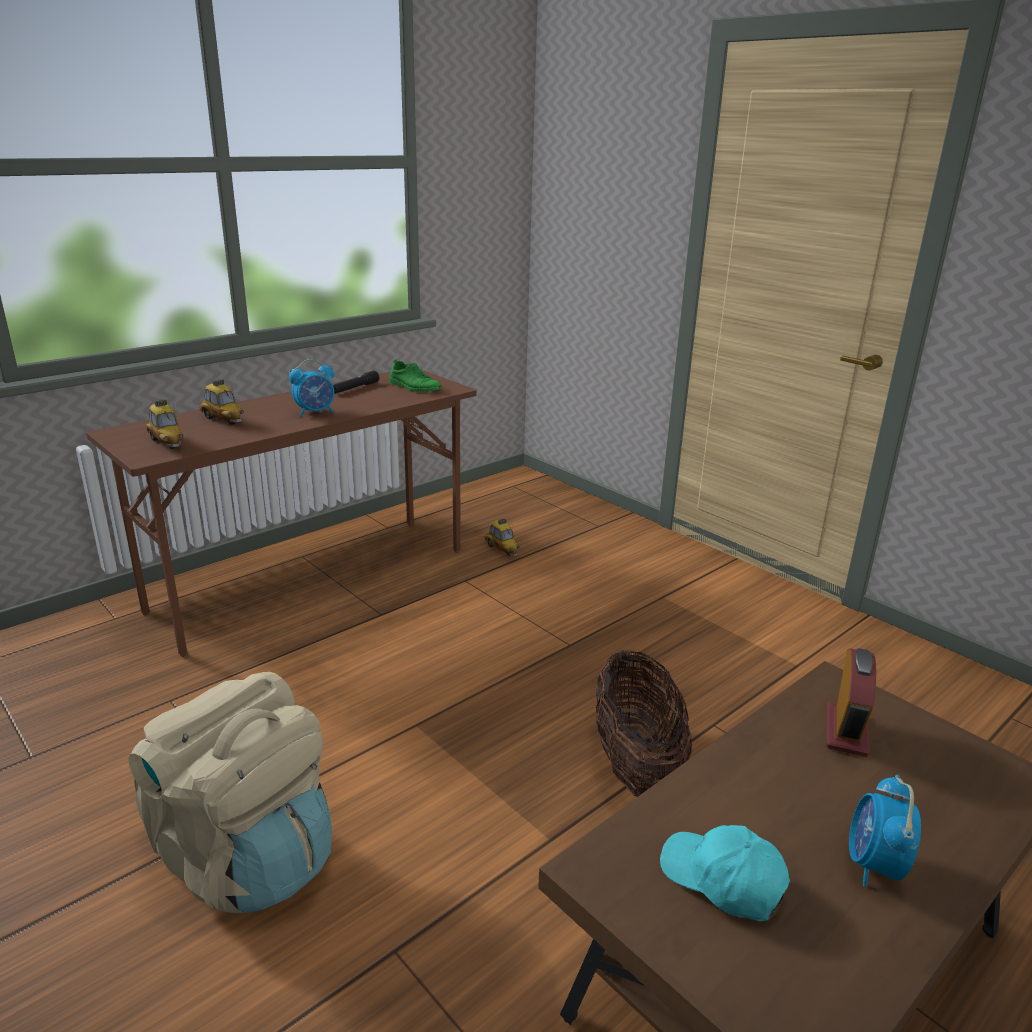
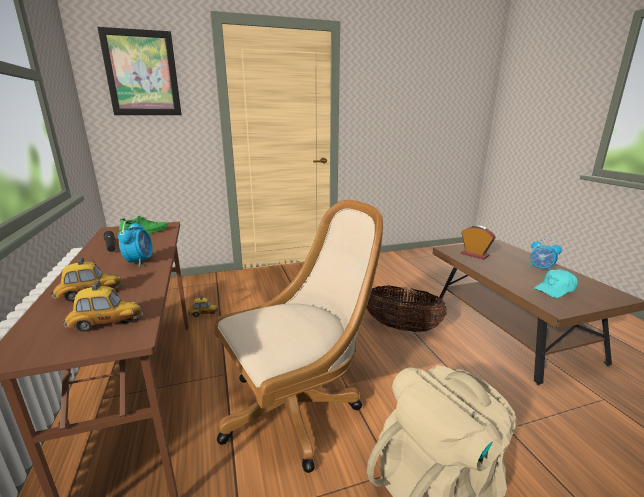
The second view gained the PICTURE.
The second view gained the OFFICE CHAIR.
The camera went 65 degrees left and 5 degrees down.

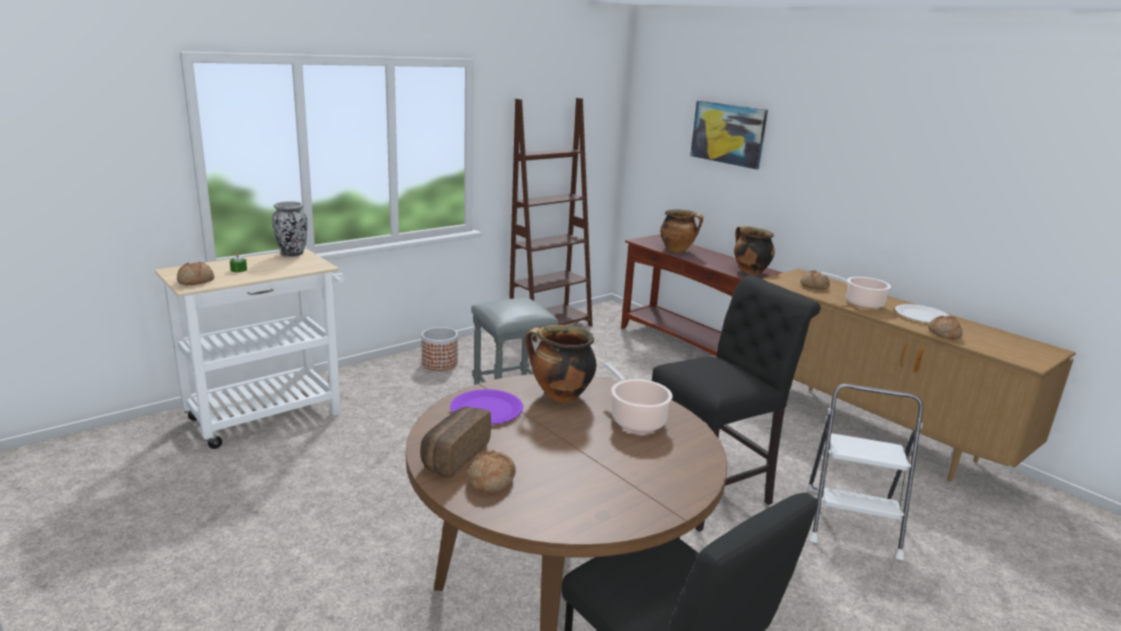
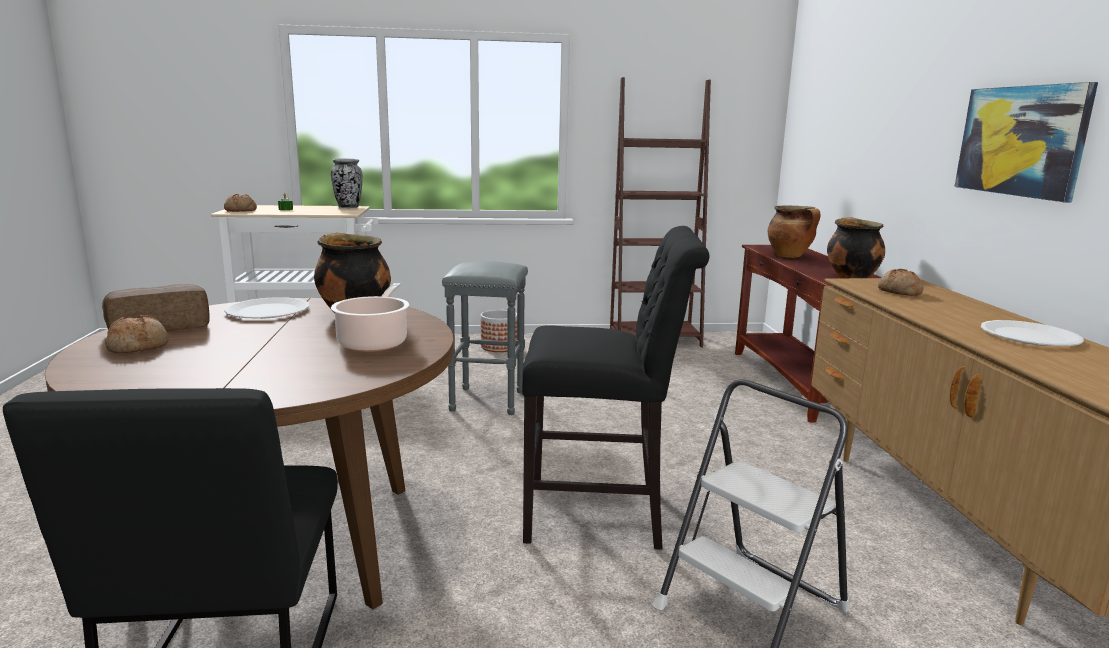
The second view lost the COOKING POT (5th from left).
The second view lost the BREAD (5th from left).
The PICTURE ended up elsewhere.
What was the PURPLE PLATE turned into the WHITE PLATE (1st from left).
The camera went 35 degrees right and 5 degrees down.

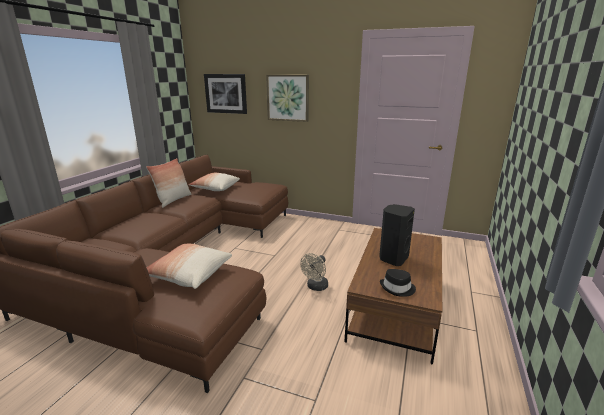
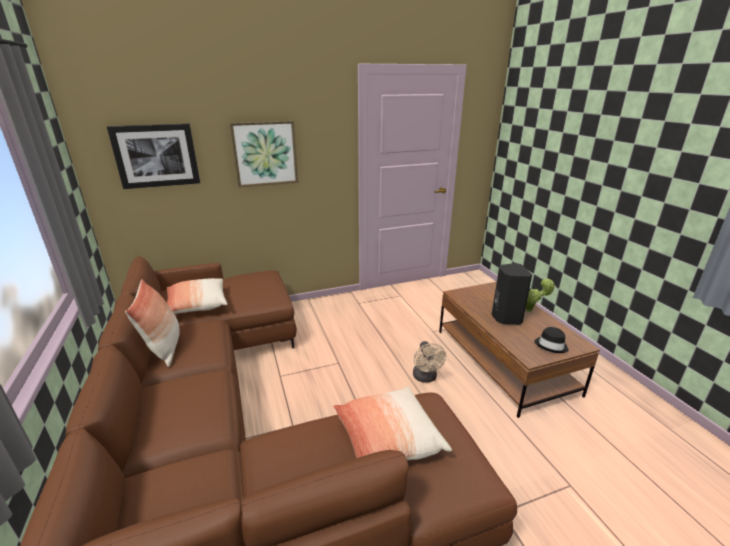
The second view gained the POTTED PLANT.
The camera went 40 degrees left and 5 degrees up.

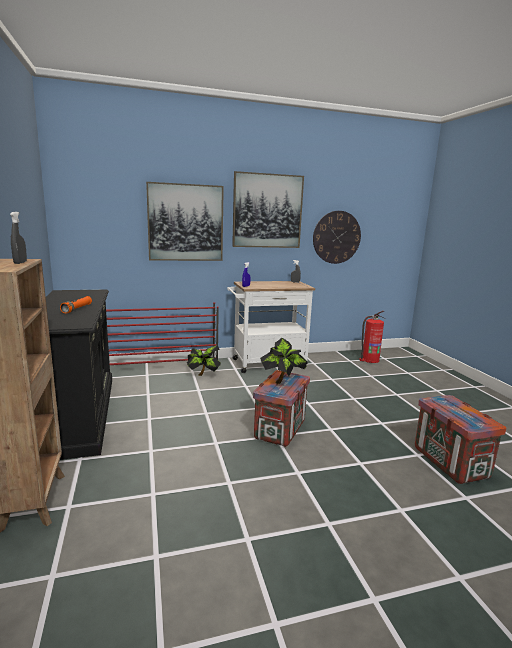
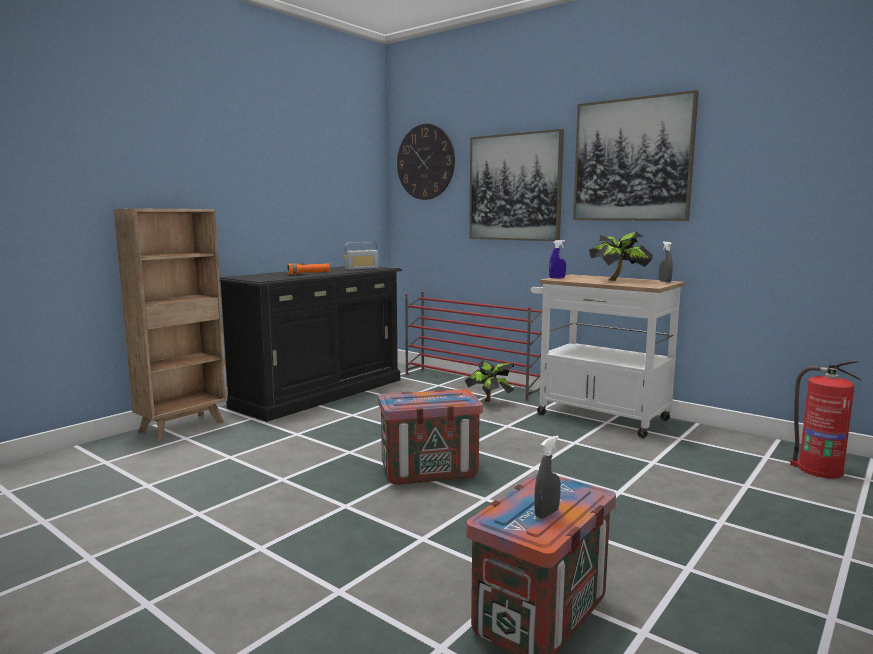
The second view gained the RADIO.
The GREY SPRAY BOTTLE (1st from left) ended up elsewhere.
The POTTED PLANT (2nd from left) ended up elsewhere.
The WALL CLOCK ended up elsewhere.
The camera went 55 degrees right and 5 degrees down.

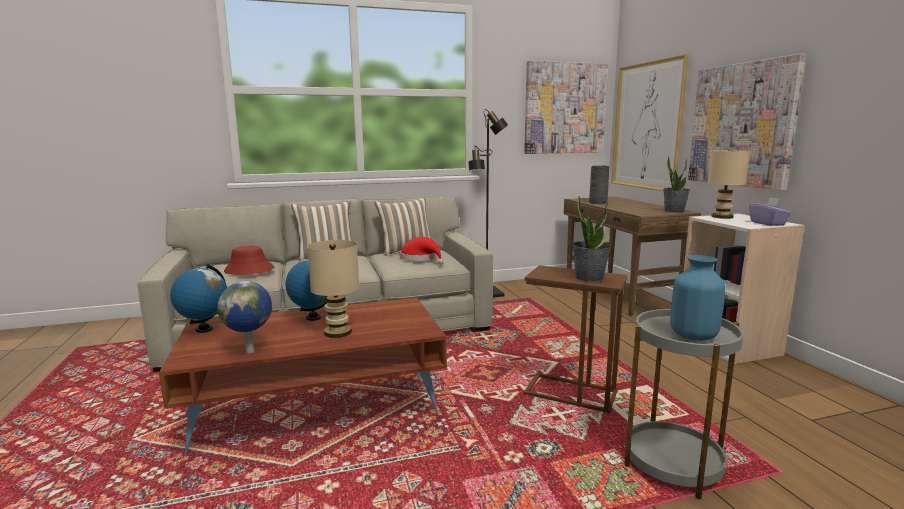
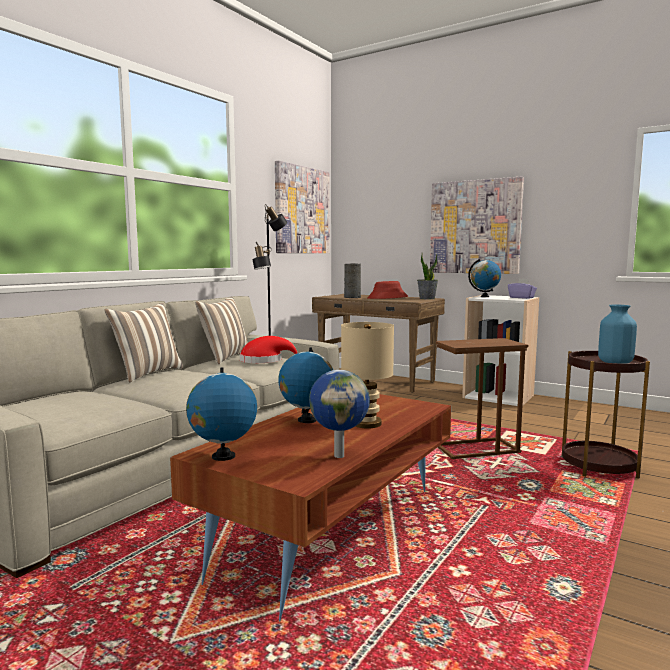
The second view lost the POTTED PLANT (1st from left).
The second view lost the PICTURE (2nd from left).
The RED HAT (1st from left in the first image) ended up elsewhere.
Where the BEIGE TABLE LAMP (2nd from left) stood, the GLOBE (4th from left) came to stand.
What was the GREY SIDE TABLE turned into the BROWN SIDE TABLE (2nd from left).
The camera went 40 degrees left and 5 degrees down.

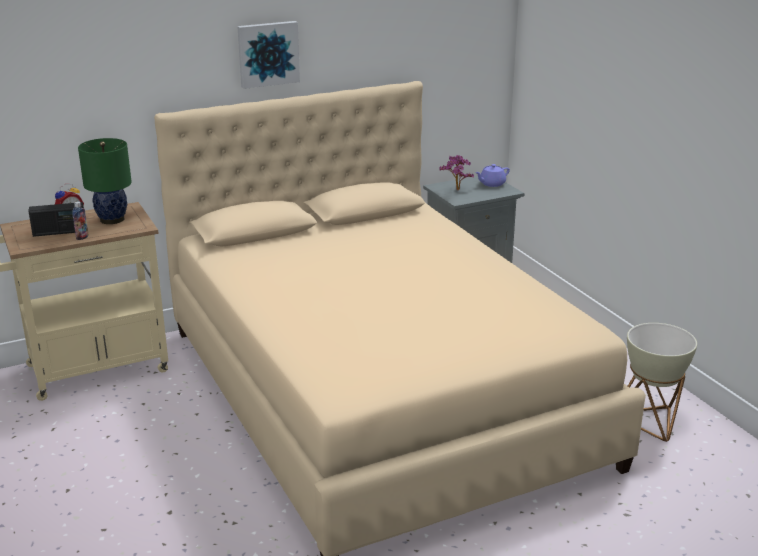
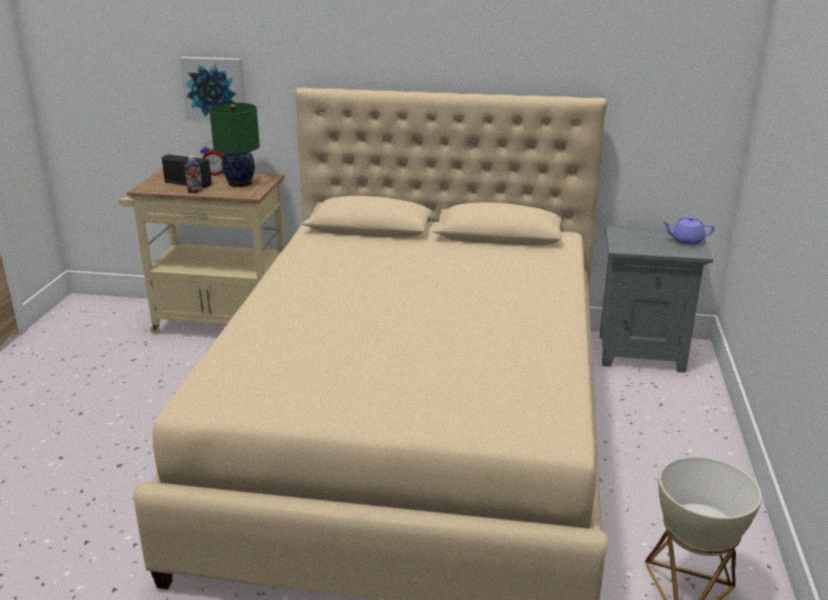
The second view lost the POTTED PLANT.
The PICTURE ended up elsewhere.
The camera went 35 degrees right and 0 degrees up.

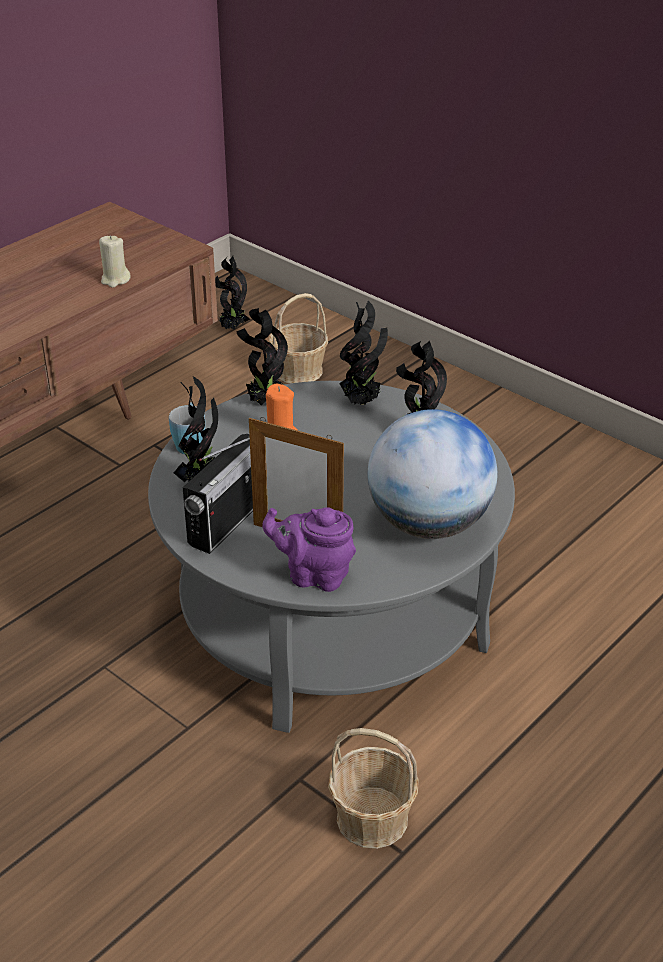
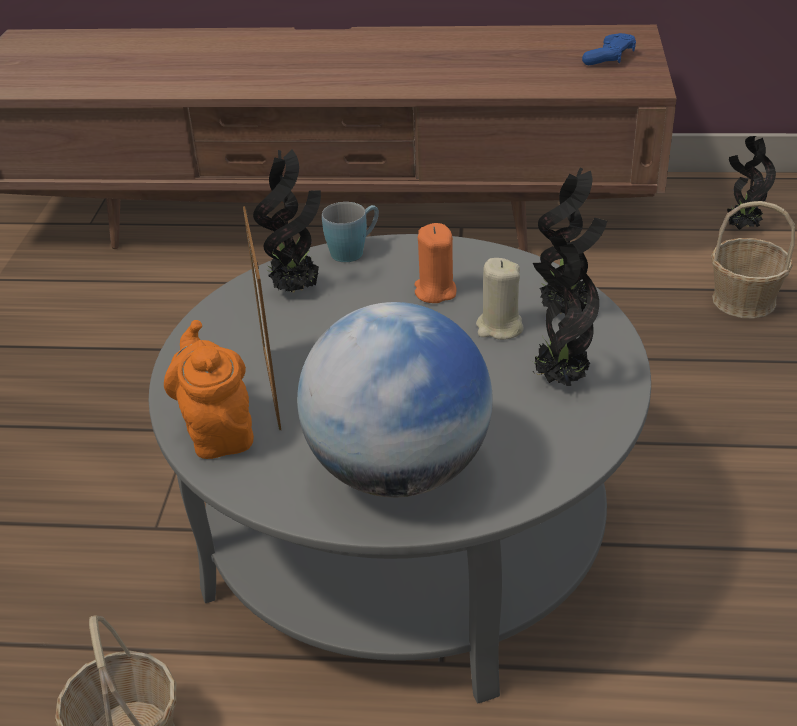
The second view lost the RADIO.
The second view lost the POTTED PLANT (3rd from left).
The second view gained the BLUE GAME CONTROLLER.
The BEIGE CANDLE ended up elsewhere.
What was the PURPLE TEAPOT turned into the ORANGE TEAPOT.
The camera went 55 degrees right and 0 degrees up.

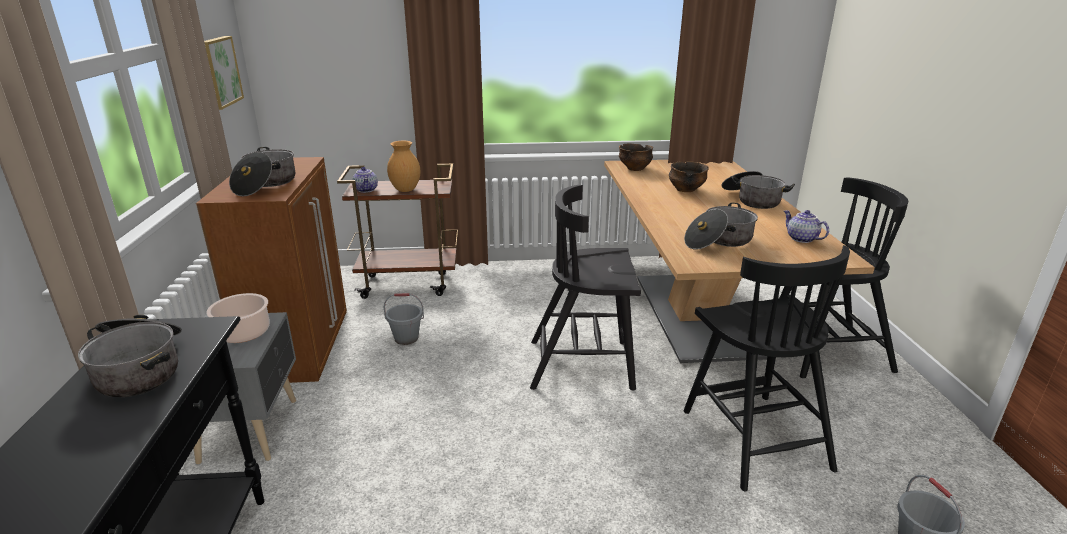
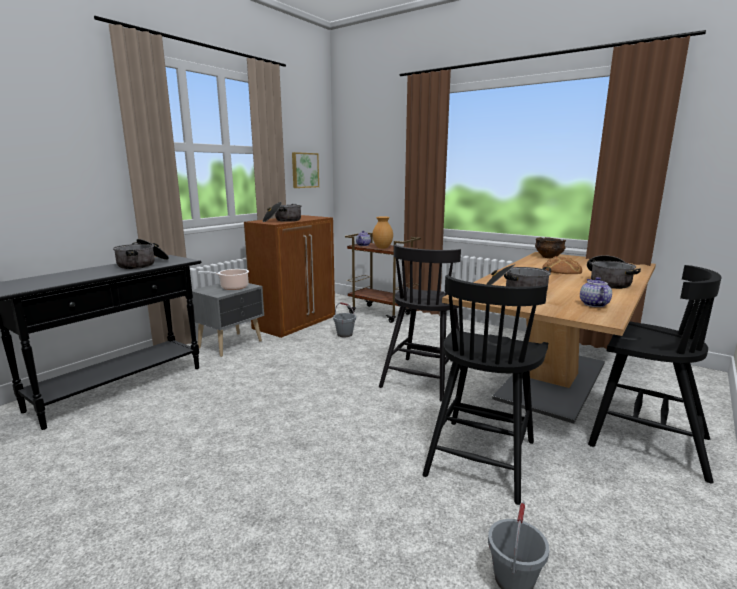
Where the BOWL (2nd from left) stood, the BREAD came to stand.
The BLACK CHAIR (1st from left) ended up facing another way, 105 degrees counterclockwise from before.
The camera went 40 degrees right and 10 degrees down.

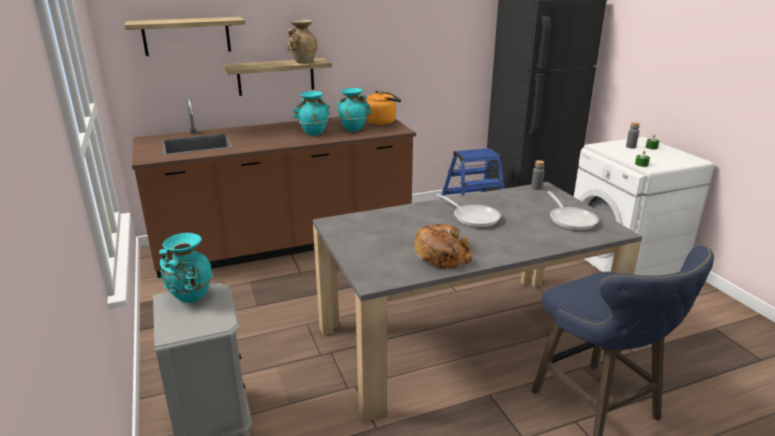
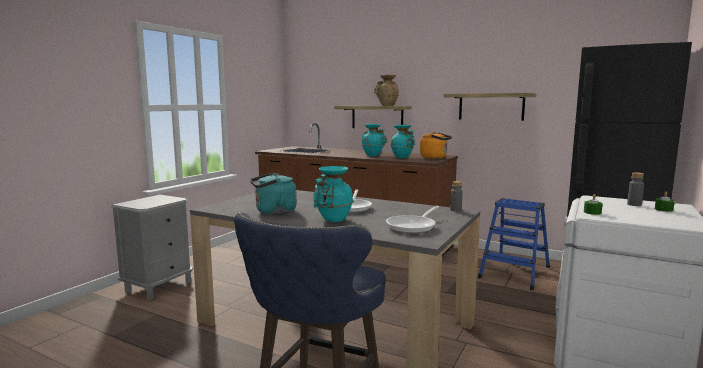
The SHELF (1st from left in the first image) ended up elsewhere.
The TURQUOISE VASE (1st from left) ended up elsewhere.
Where the BREAD stood, the TURQUOISE KETTLE came to stand.
The camera went 50 degrees right and 15 degrees down.

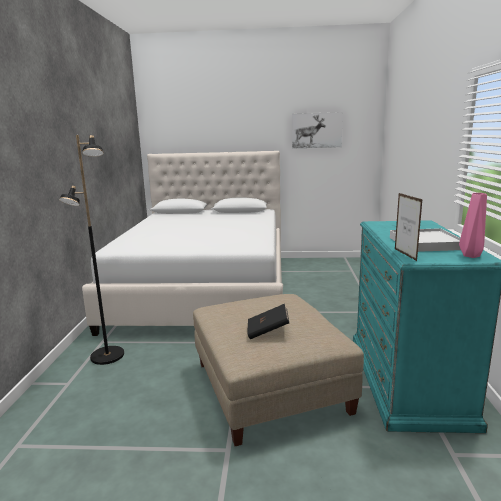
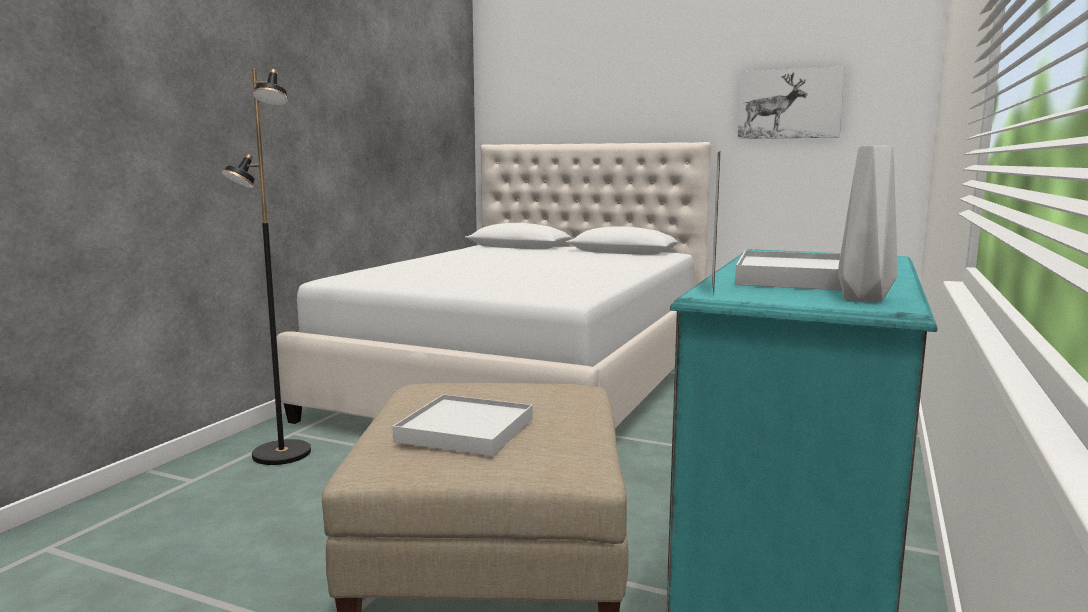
Where the BLACK BOOK stood, the WHITE TRAY (1st from left) came to stand.
What was the PINK VASE turned into the GREY VASE.
The camera went 20 degrees right and 5 degrees down.

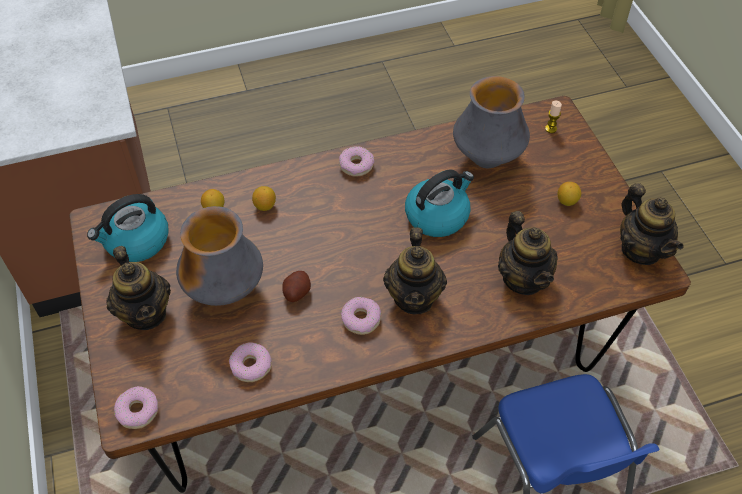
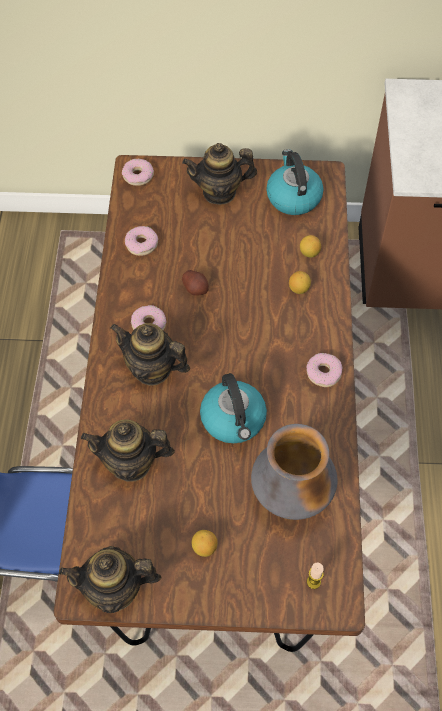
The second view lost the VASE (1st from left).
The camera went 110 degrees right and 5 degrees up.

